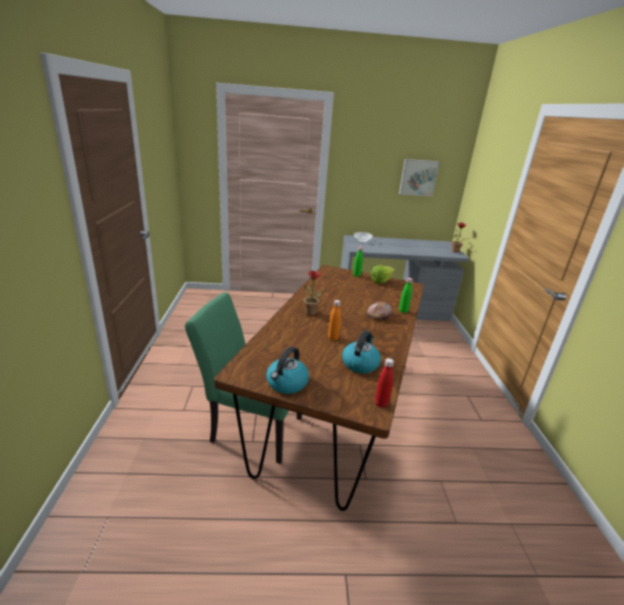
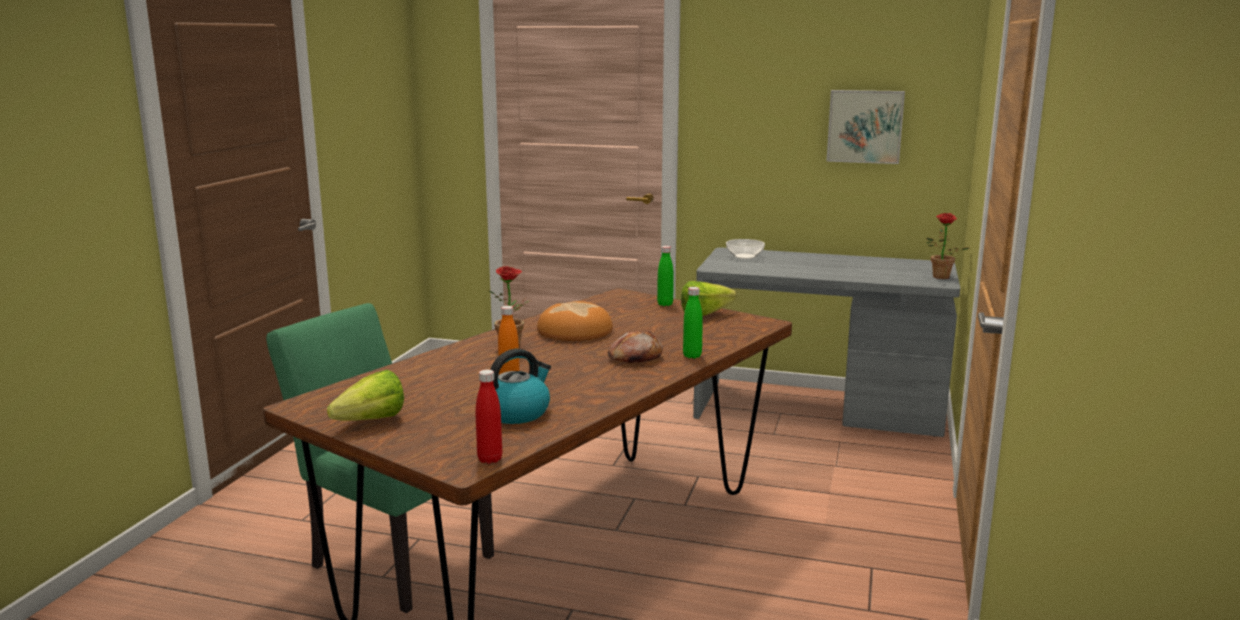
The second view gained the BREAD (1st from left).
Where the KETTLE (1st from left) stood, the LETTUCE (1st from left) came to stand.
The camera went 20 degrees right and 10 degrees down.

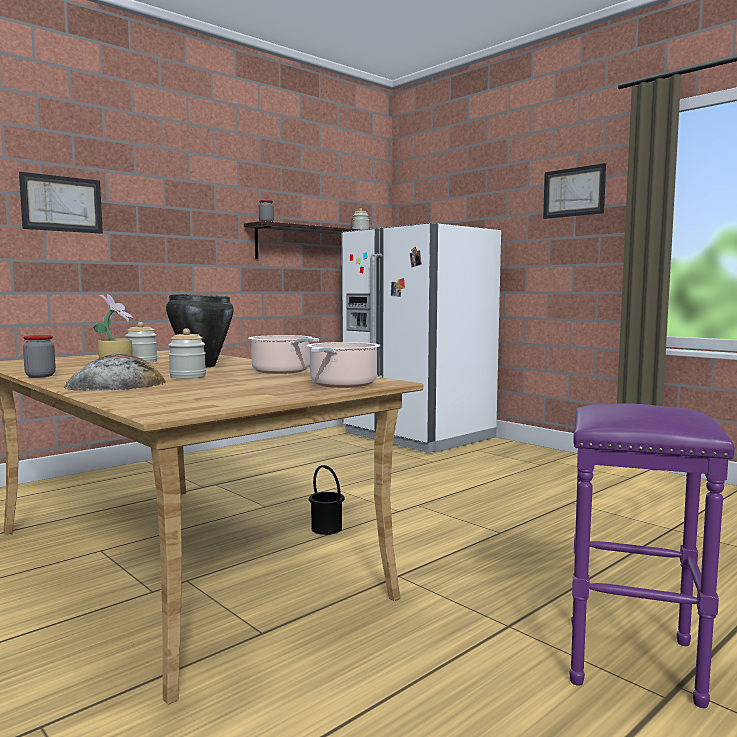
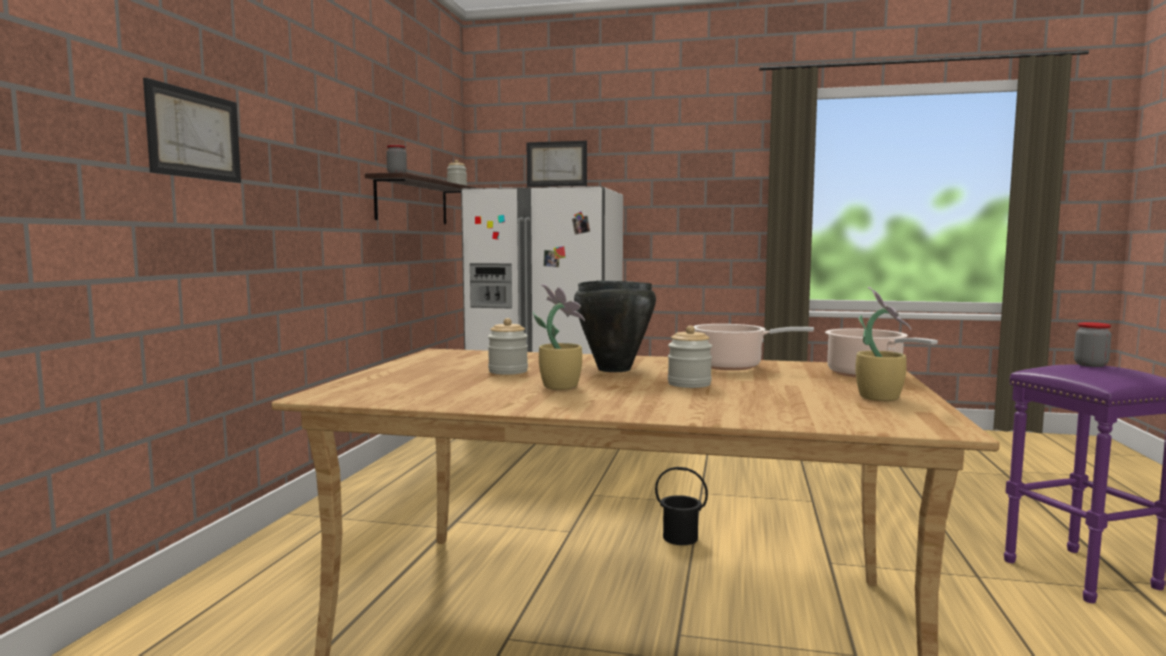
The second view lost the BREAD.
The second view gained the POTTED PLANT (2nd from left).
The JAR (1st from left in the first image) ended up elsewhere.
The PICTURE (2nd from left) ended up elsewhere.
The camera went 35 degrees left and 0 degrees up.

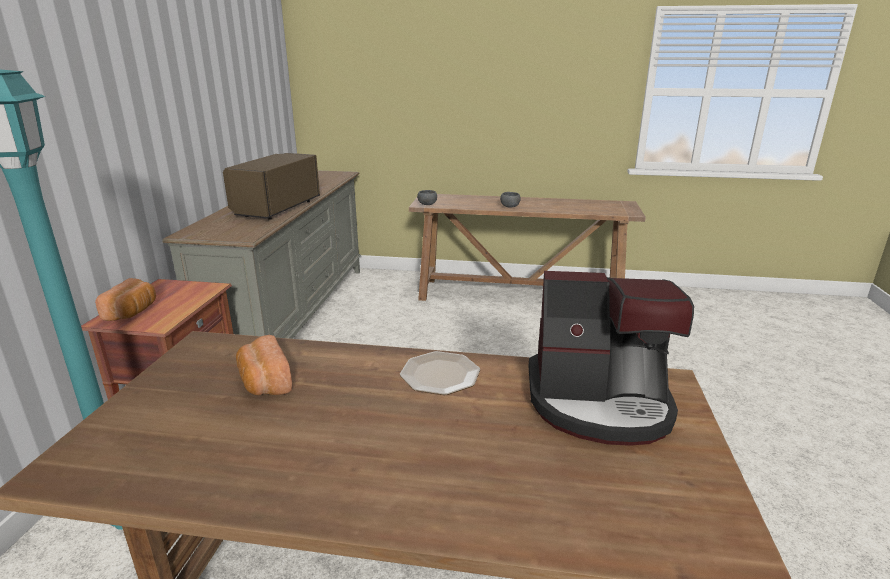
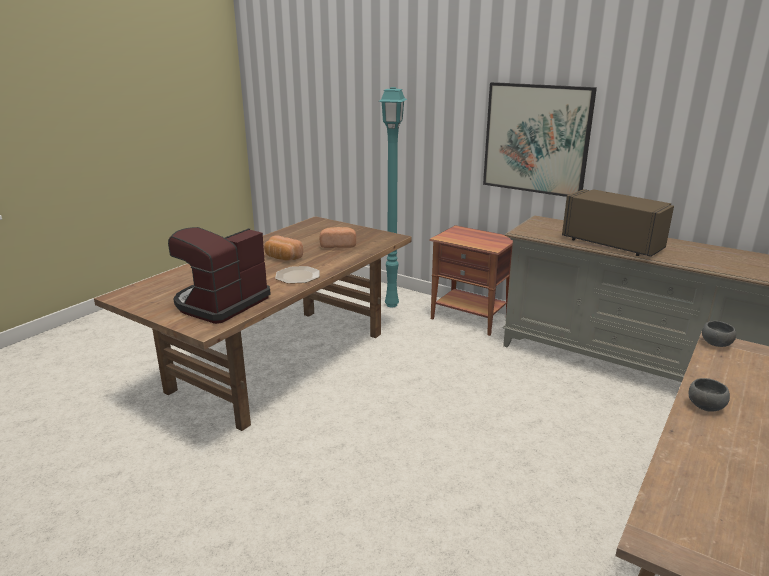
The second view gained the PICTURE.
The BREAD (1st from left) ended up elsewhere.
The camera went 115 degrees right and 0 degrees up.

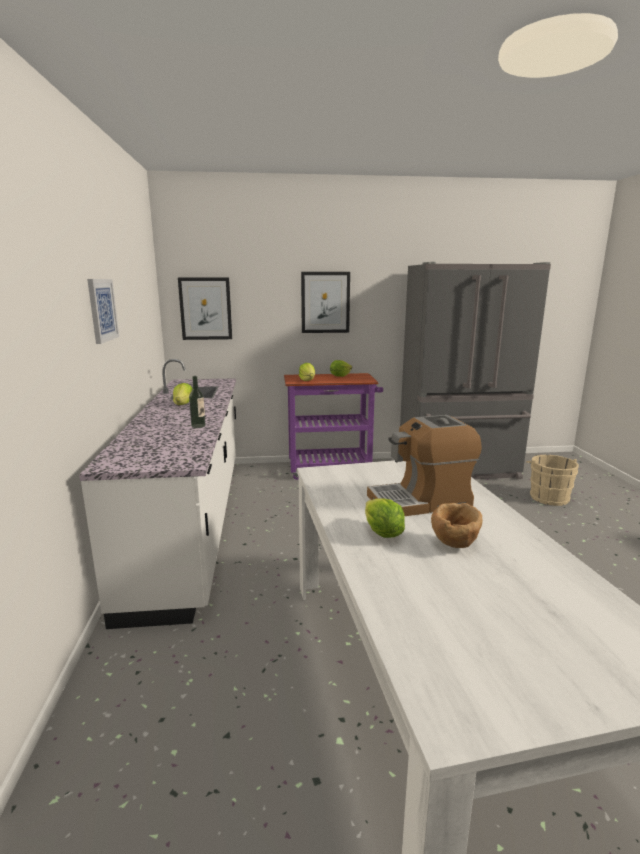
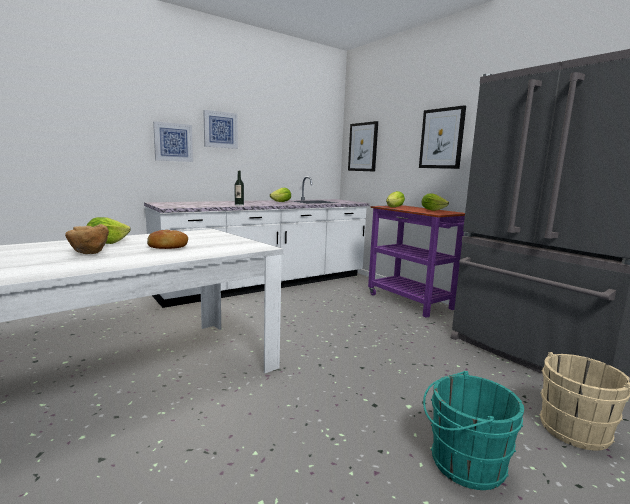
The second view gained the PICTURE (1st from left).
The second view gained the TURQUOISE BUCKET.
Where the COFFEE MACHINE stood, the BREAD came to stand.
The camera went 60 degrees right and 5 degrees down.

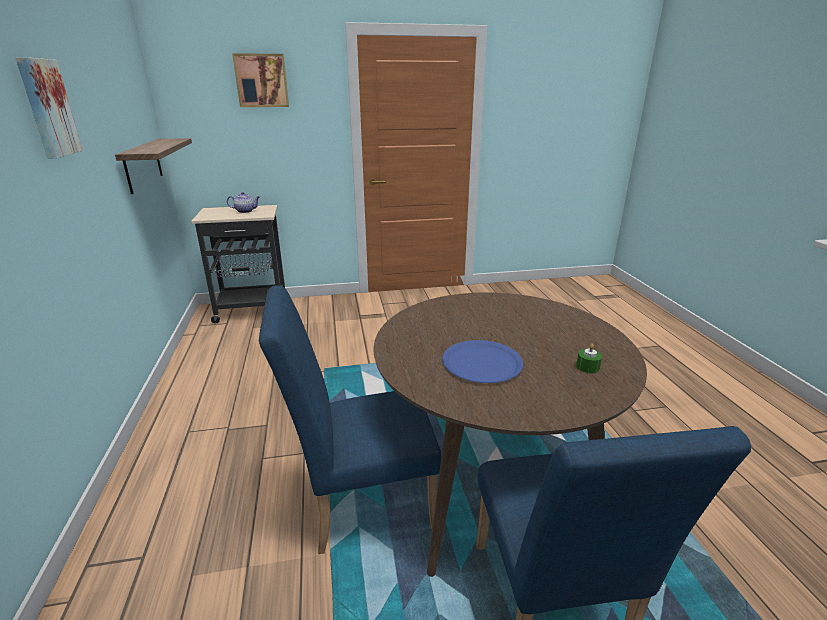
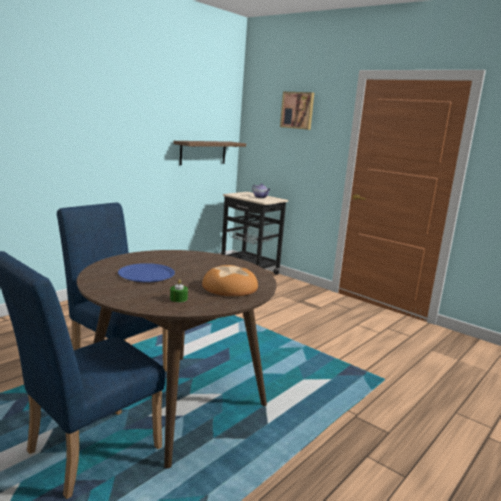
The second view lost the PICTURE (1st from left).
The second view gained the BREAD.
The camera went 50 degrees right and 10 degrees down.

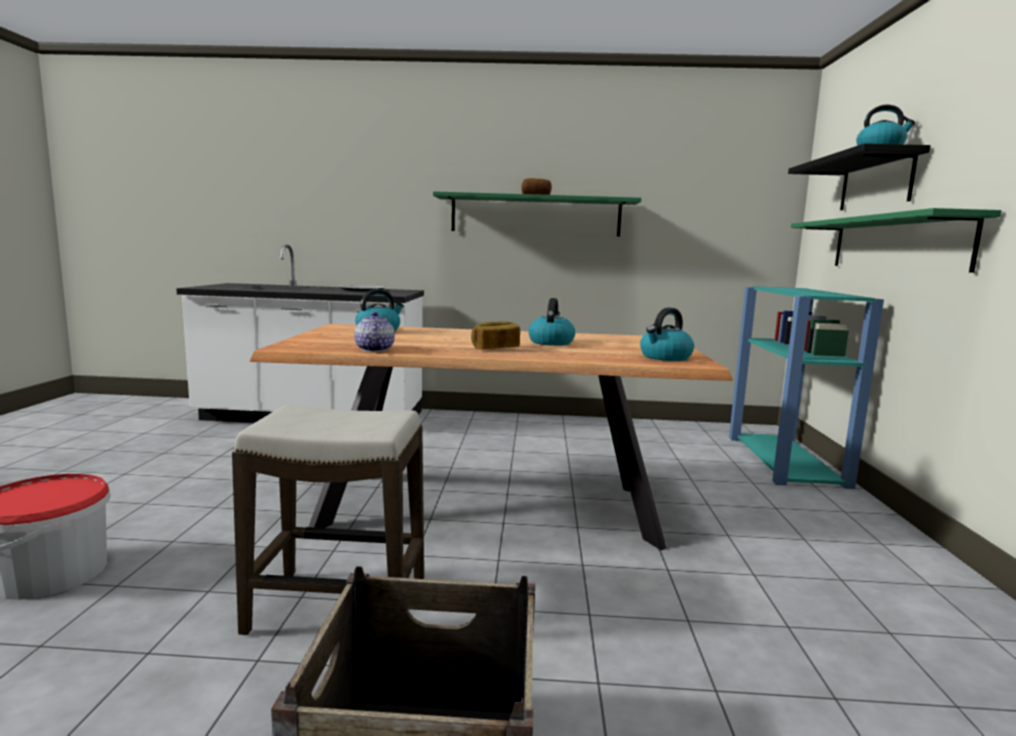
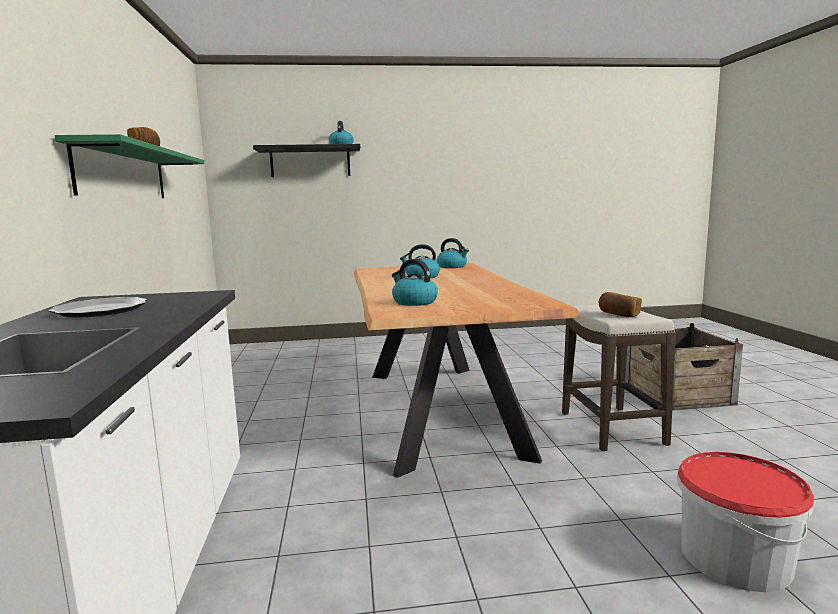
The second view lost the TEAPOT.
The second view lost the TURQUOISE BOOKCASE.
The second view lost the GREEN SHELF (2nd from left).
The BREAD (1st from left in the first image) ended up elsewhere.
The camera went 100 degrees left and 0 degrees up.

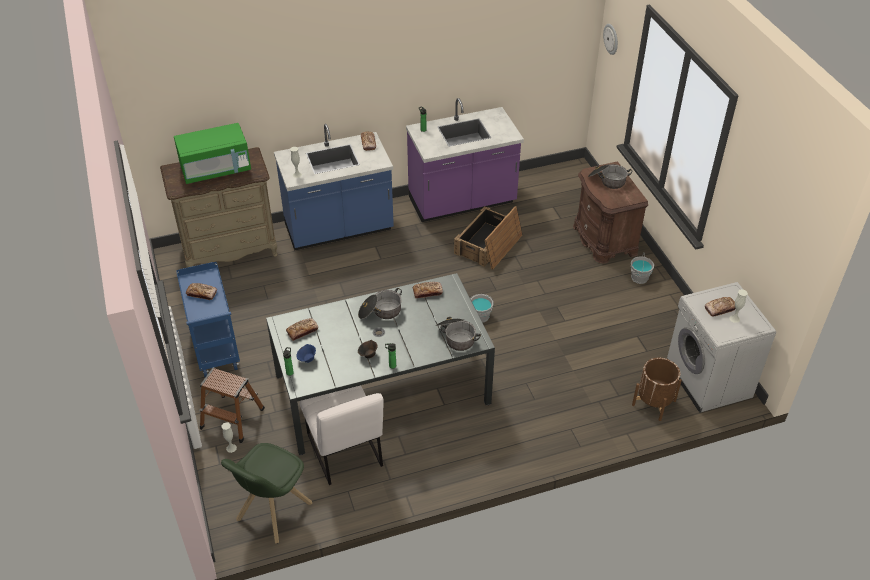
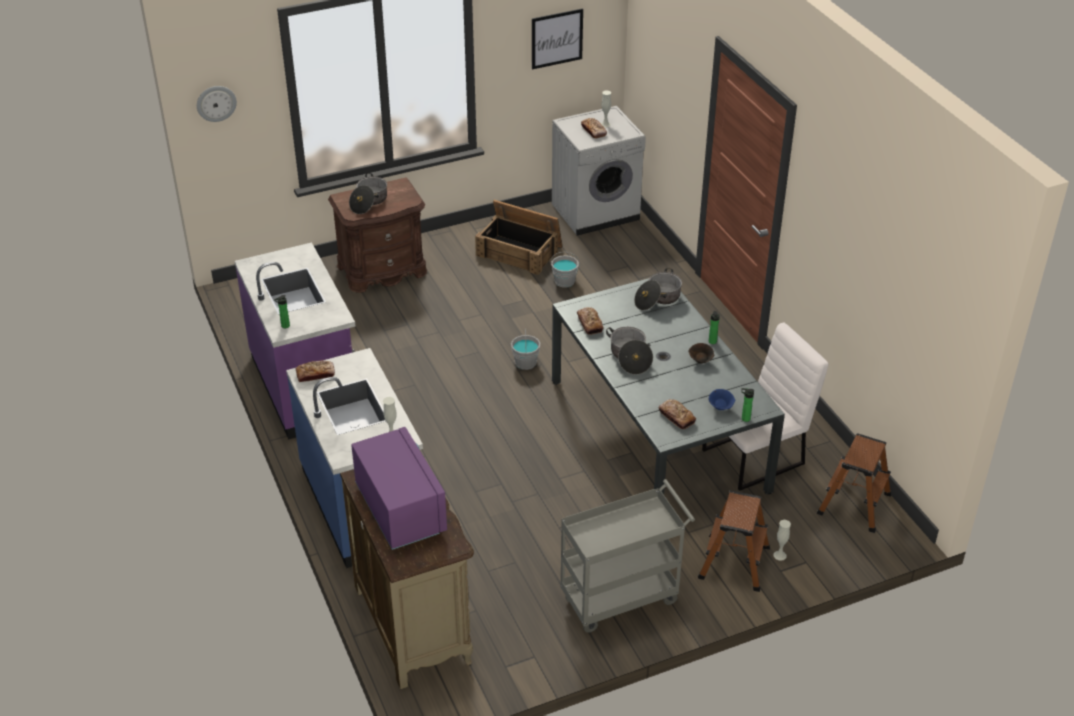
The second view lost the BREAD (1st from left).
The second view lost the BROWN PLANTER.
The second view gained the PICTURE.
The CRATE ended up elsewhere.
The GREY BUCKET (2nd from left) ended up elsewhere.
Where the GREEN CHAIR stood, the BROWN STEP LADDER (2nd from left) came to stand.
What was the GREEN MICROWAVE turned into the PURPLE MICROWAVE.
What was the BLUE CART turned into the GREY CART.
The camera went 95 degrees left and 5 degrees down.

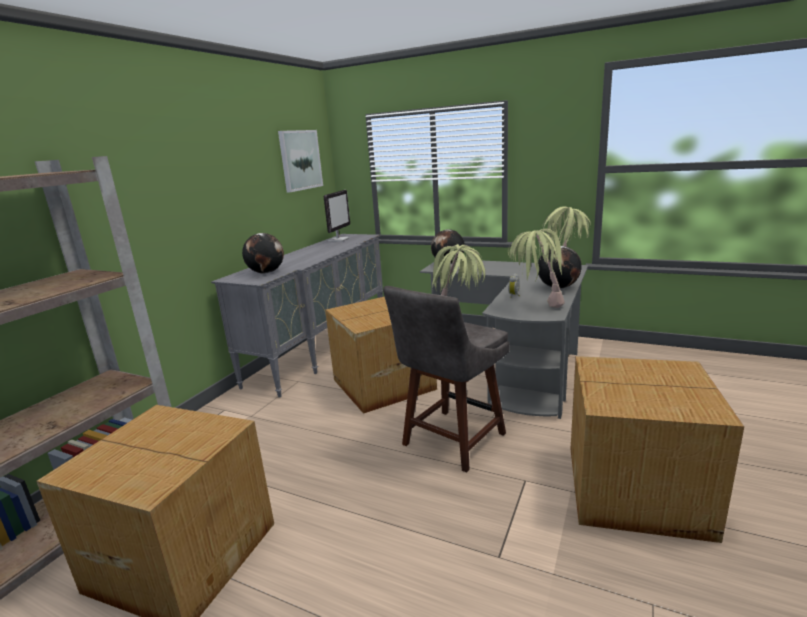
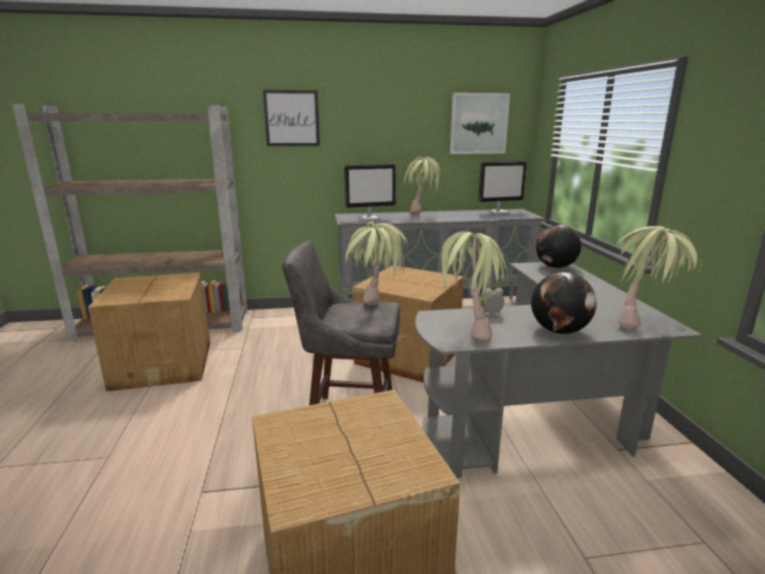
The second view gained the PICTURE (1st from left).
The second view gained the POTTED PLANT (2nd from left).
Where the GLOBE (1st from left) stood, the MONITOR (1st from left) came to stand.
The camera went 55 degrees right and 0 degrees up.

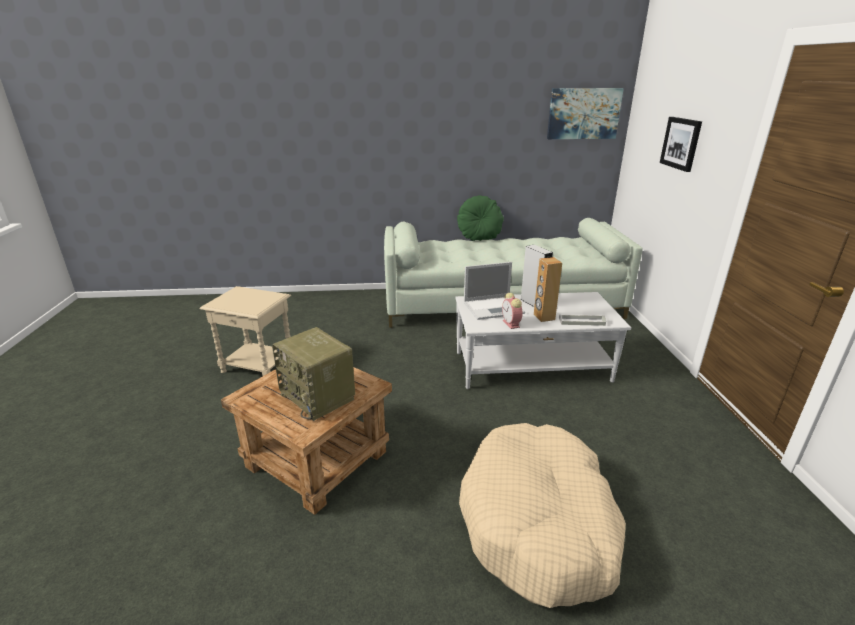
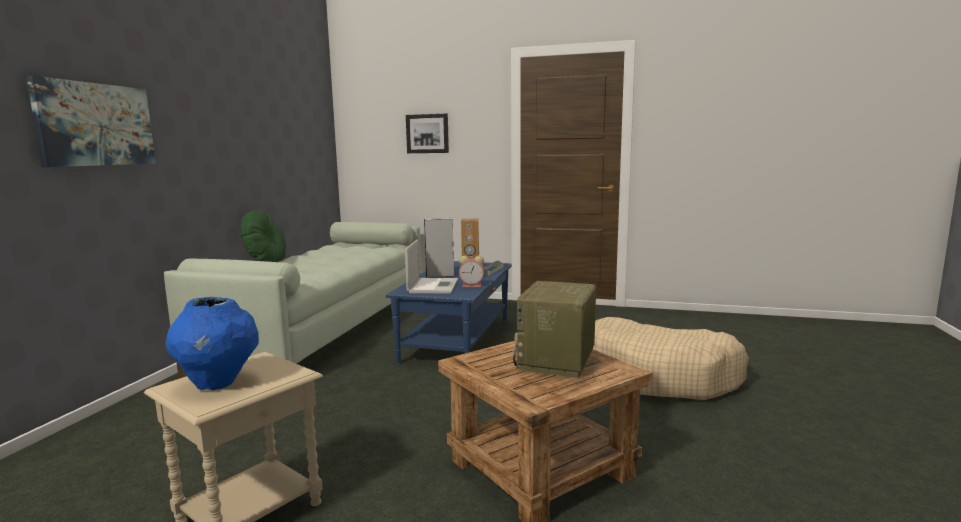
The second view gained the BLUE VASE.
The PICTURE (1st from left) ended up elsewhere.
What was the WHITE COFFEE TABLE turned into the BLUE COFFEE TABLE.
The RADIO ended up facing another way, 135 degrees clockwise from before.
The camera went 70 degrees left and 15 degrees down.

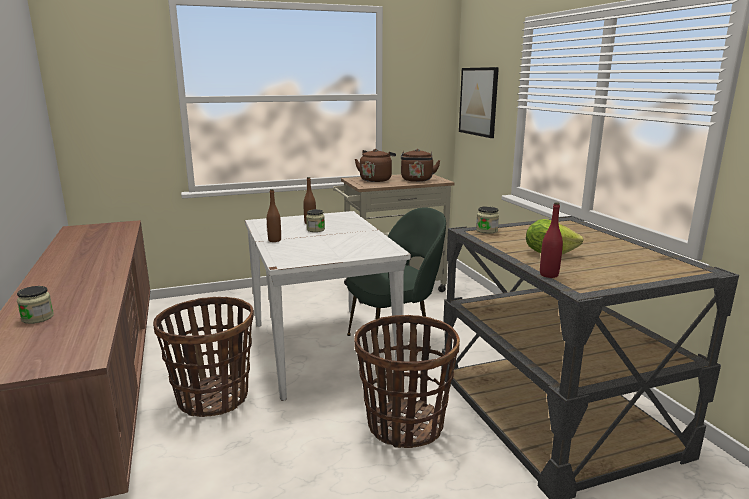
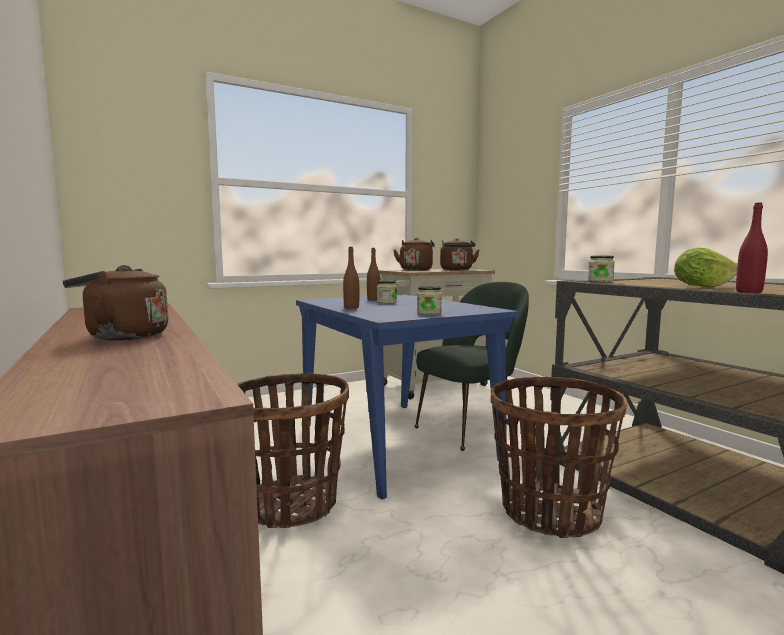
The second view lost the PICTURE.
The second view gained the BROWN KETTLE (1st from left).
The JAR (1st from left in the first image) ended up elsewhere.
What was the WHITE DINING TABLE turned into the BLUE DINING TABLE.
The camera went 10 degrees left and 10 degrees down.

